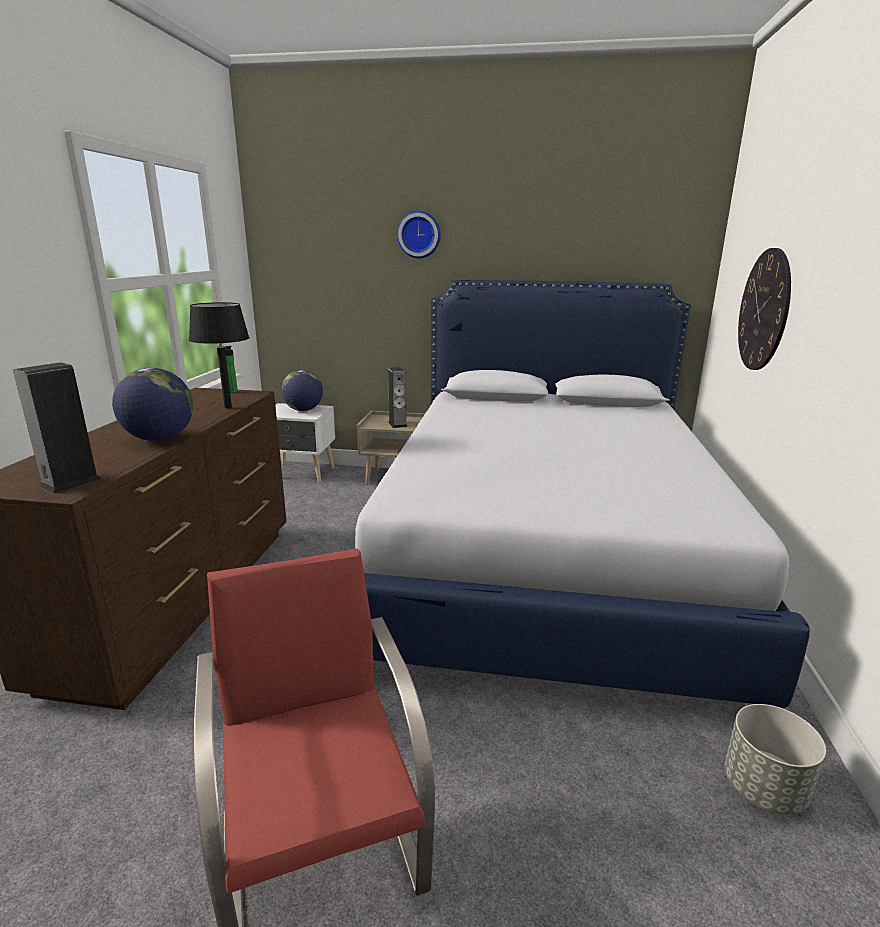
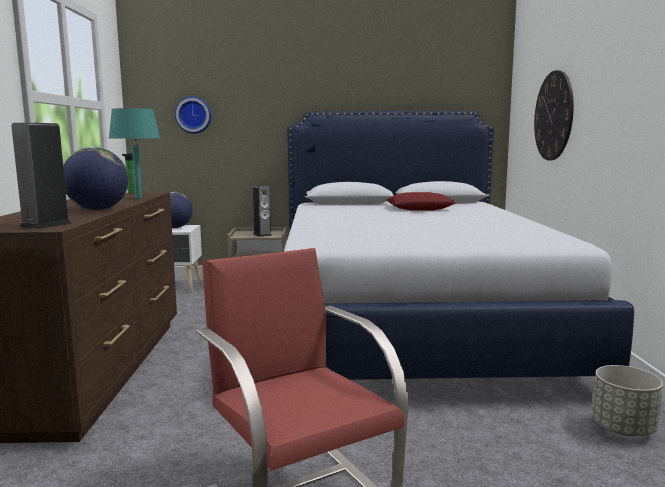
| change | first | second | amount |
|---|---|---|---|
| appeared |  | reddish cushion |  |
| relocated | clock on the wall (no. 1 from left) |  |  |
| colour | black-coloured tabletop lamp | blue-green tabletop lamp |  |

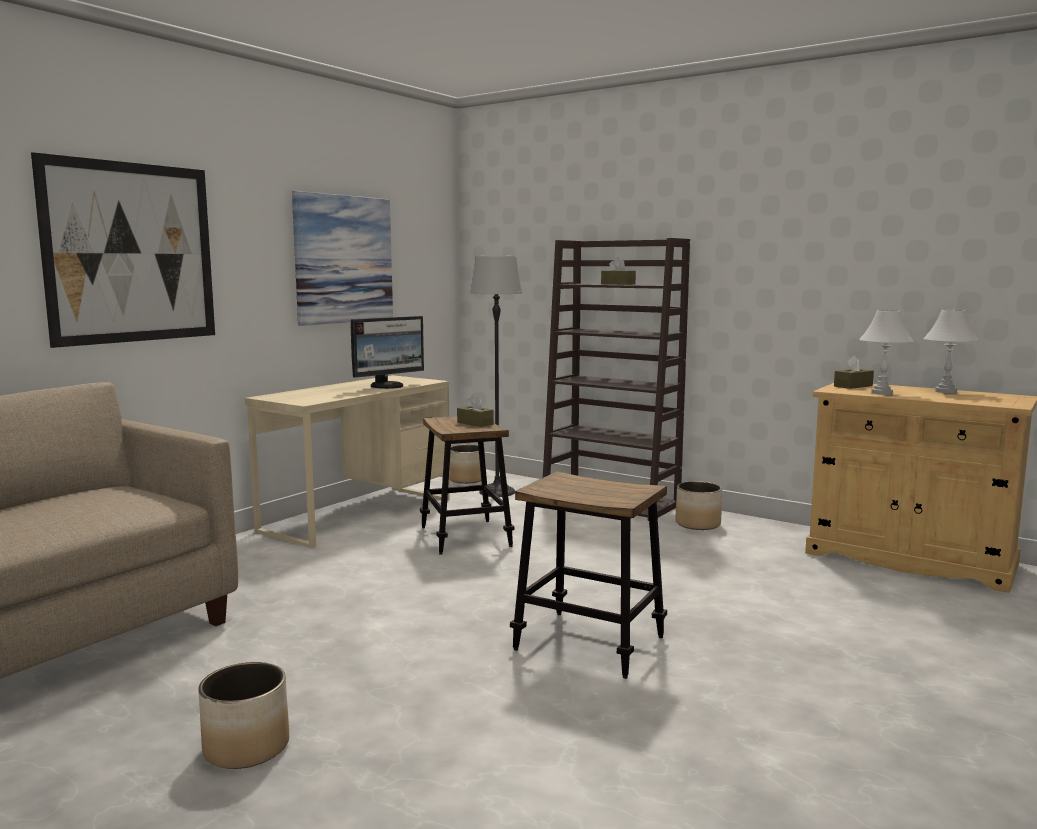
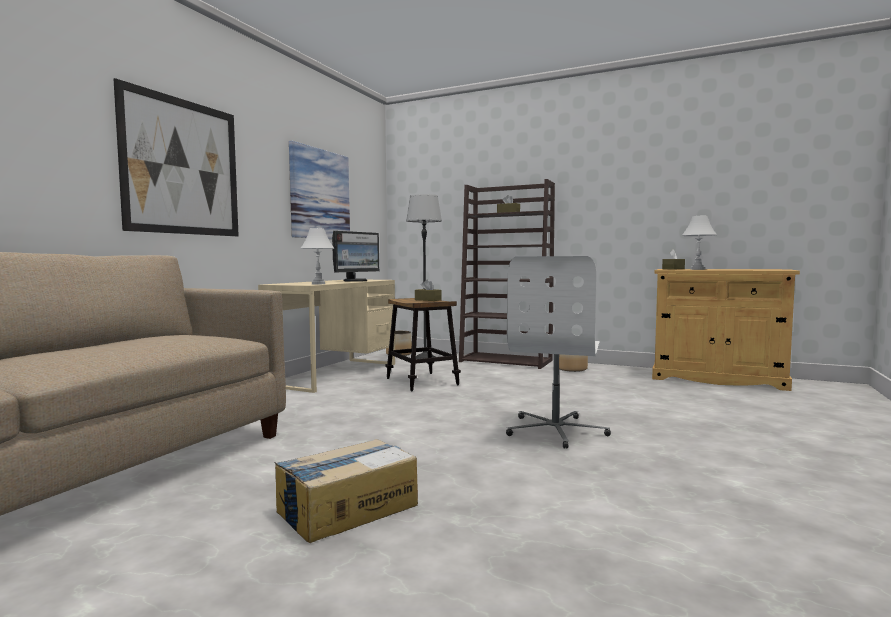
| change | first | second | amount |
|---|---|---|---|
| relocated | whitish tabletop lamp (no. 2 from left in the first image) | whitish tabletop lamp (no. 1 from left) |  |
| exchanged | flower pot (no. 1 from left) | packing box |  |
| exchanged | stool seat (no. 2 from left) | whitish computer chair |  |

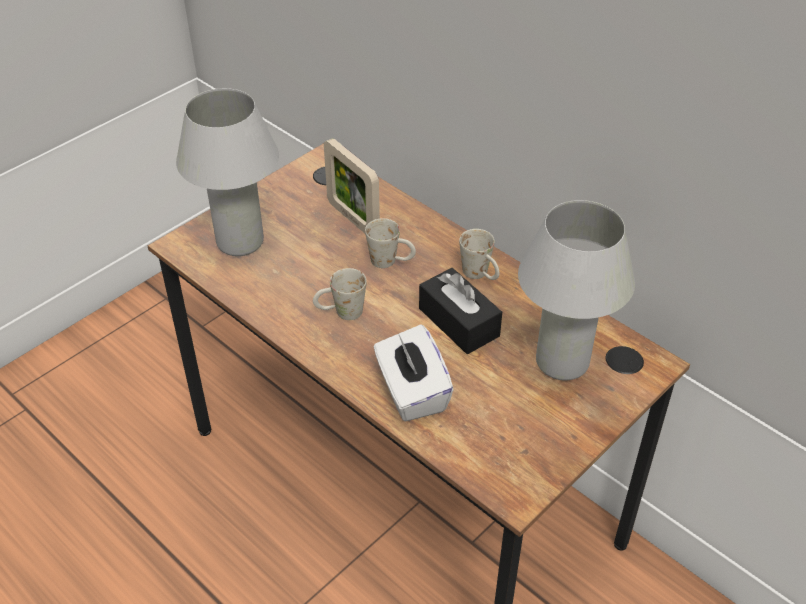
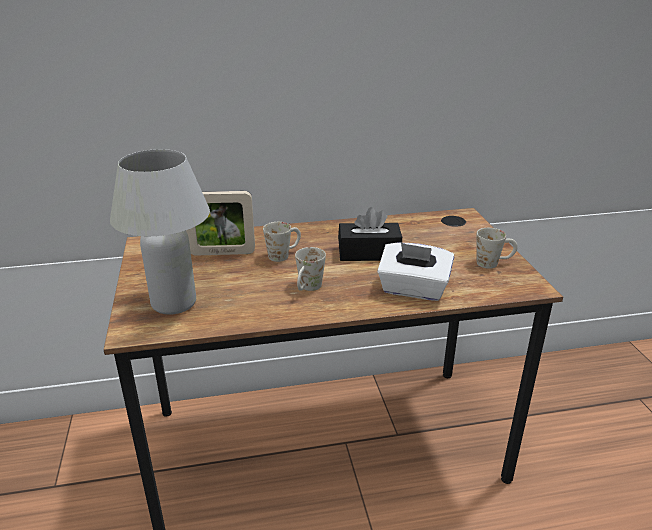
| change | first | second | amount |
|---|---|---|---|
| missing | whitish tabletop lamp (no. 2 from left) |  |  |
| relocated | whitish mug (no. 3 from left) |  |  |

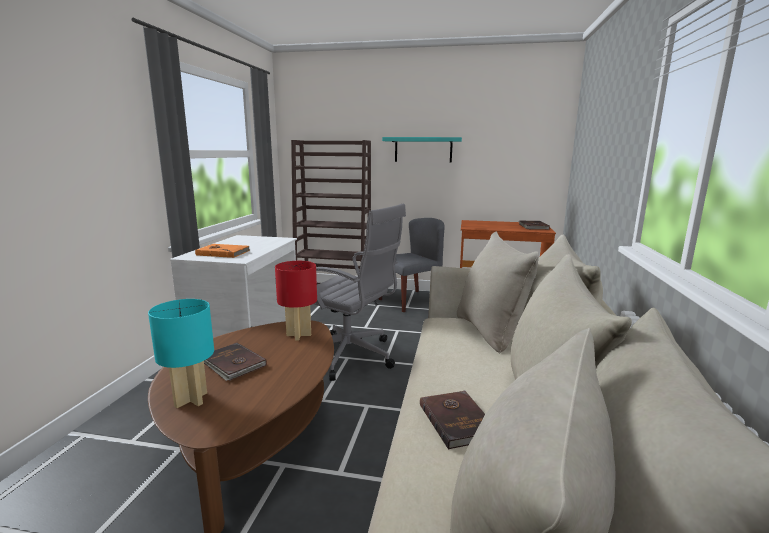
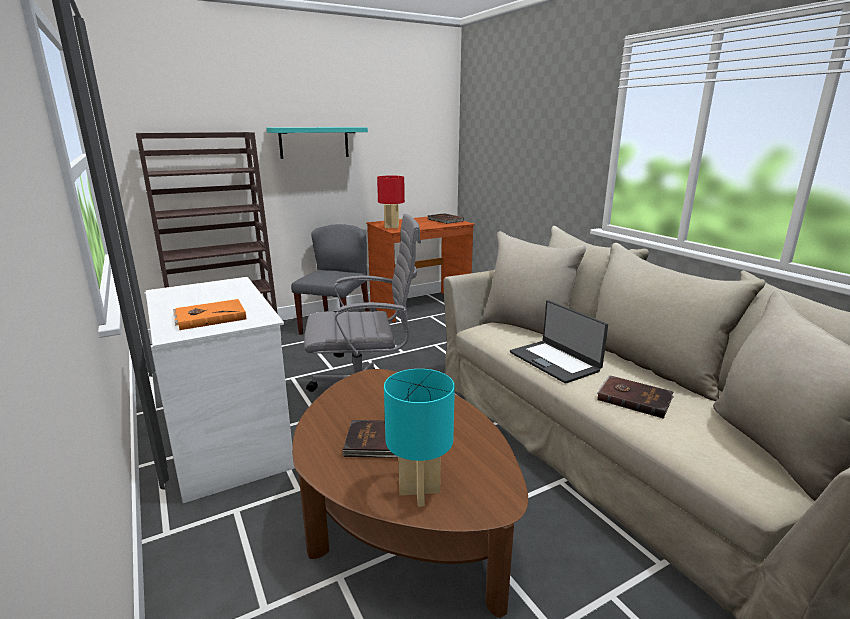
| change | first | second | amount |
|---|---|---|---|
| appeared |  | portable computer |  |
| relocated | reddish tabletop lamp |  |  |

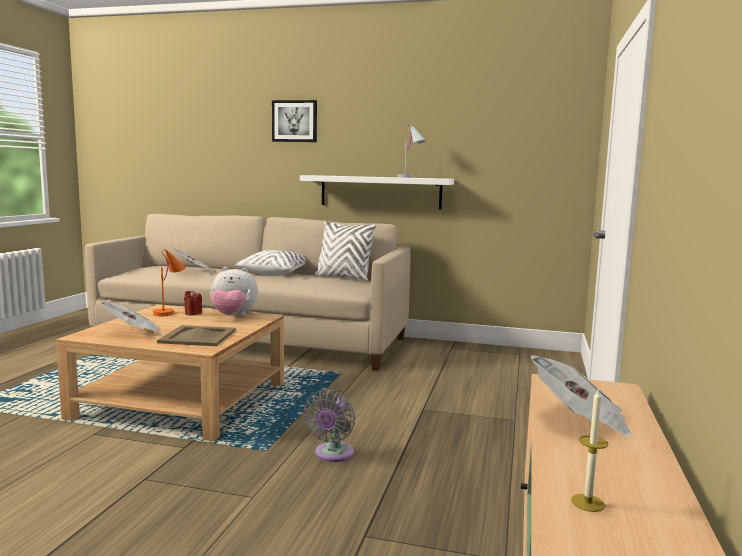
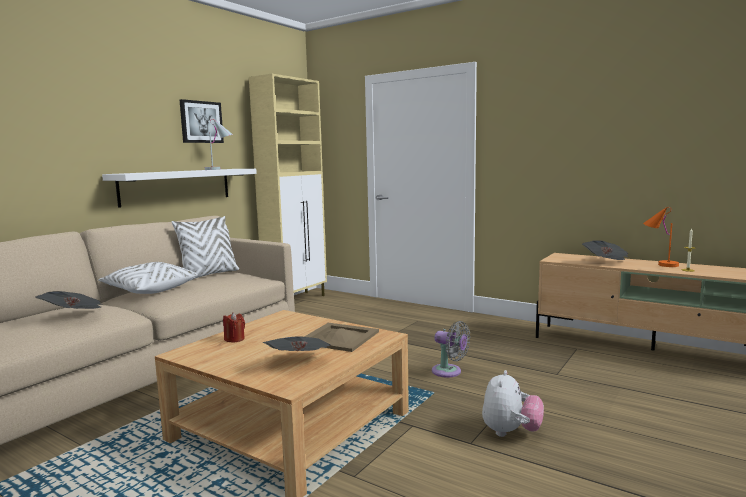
| change | first | second | amount |
|---|---|---|---|
| appeared |  | sand-coloured storage cabinet |  |
| relocated | orange tabletop lamp |  |  |
| relocated | soft toy |  |  |
| relocated | wall picture |  |  |

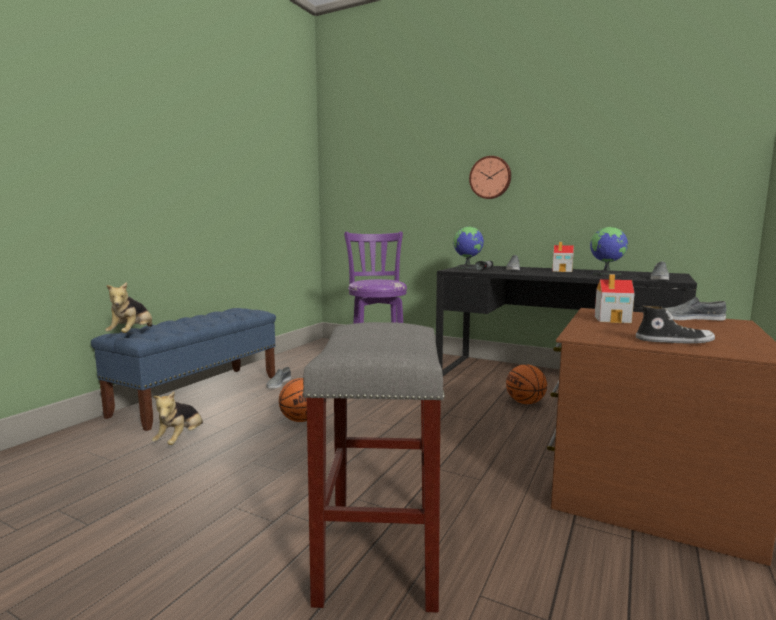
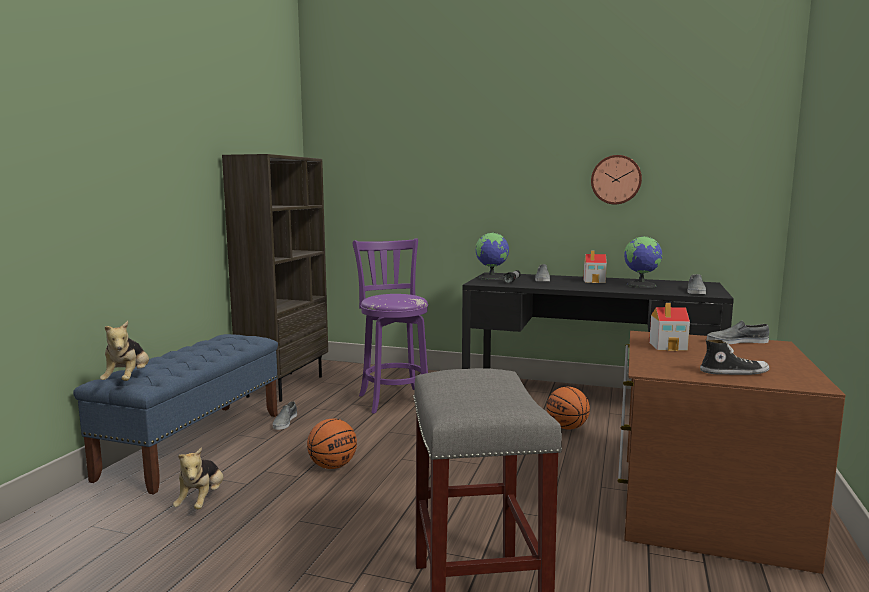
| change | first | second | amount |
|---|---|---|---|
| appeared |  | brownish shelving unit |  |
| relocated | clock on the wall |  |  |

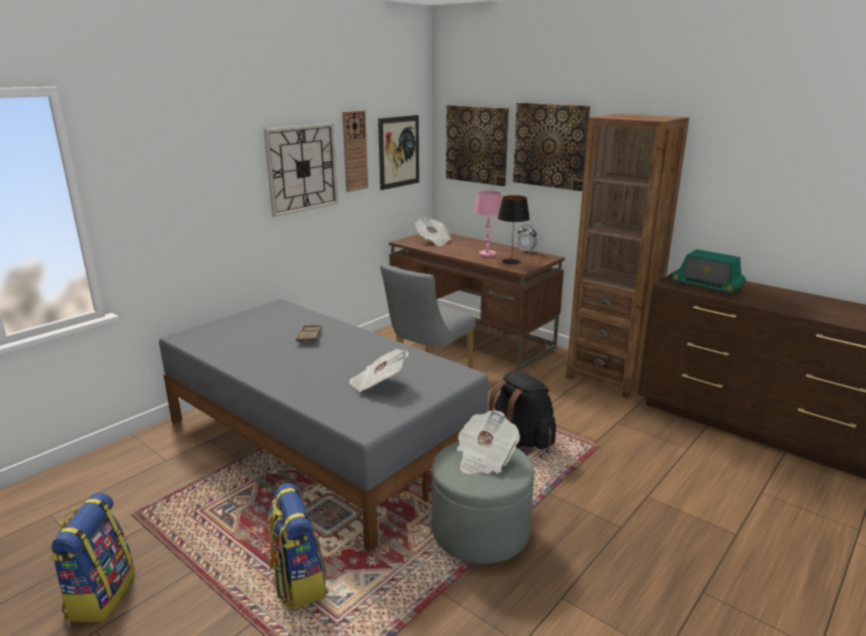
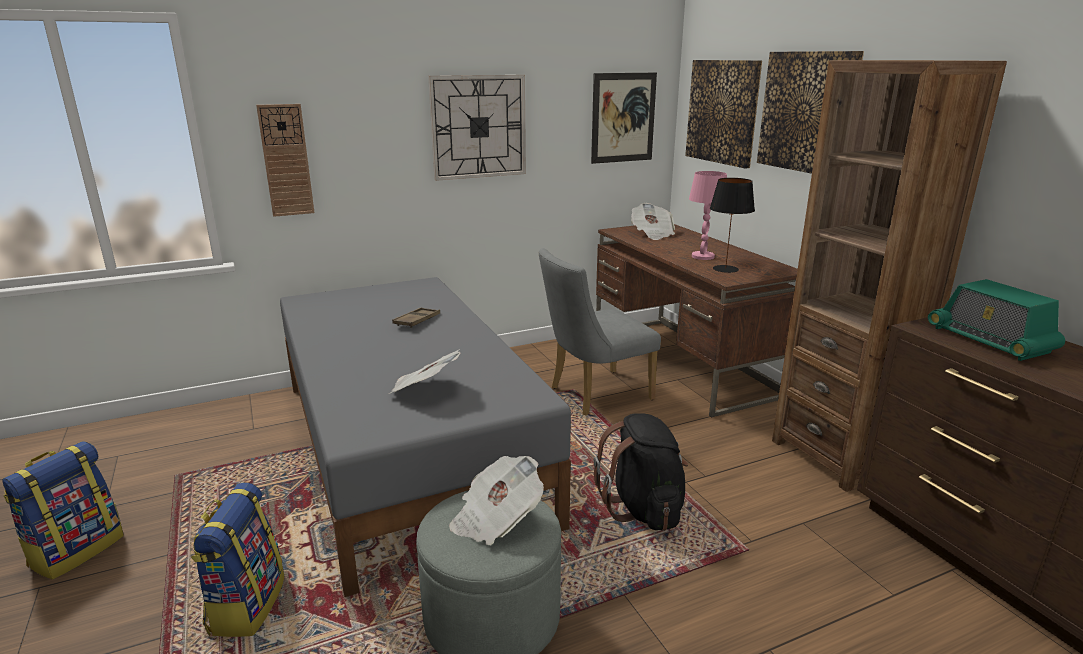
| change | first | second | amount |
|---|---|---|---|
| missing | alarm clock |  |  |
| relocated | clock on the wall (no. 2 from left in the first image) | clock on the wall (no. 1 from left) |  |

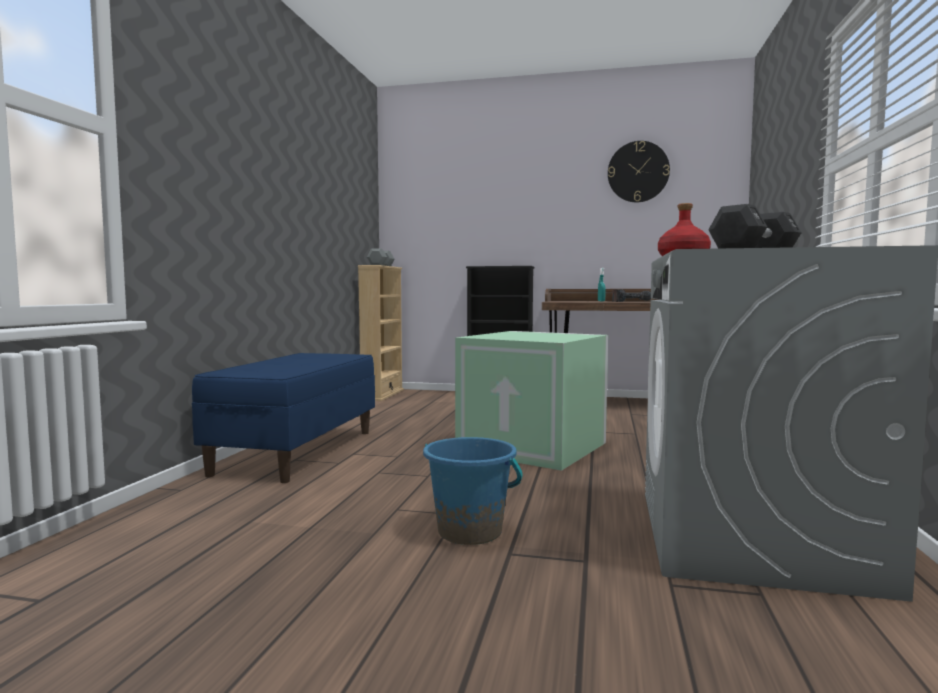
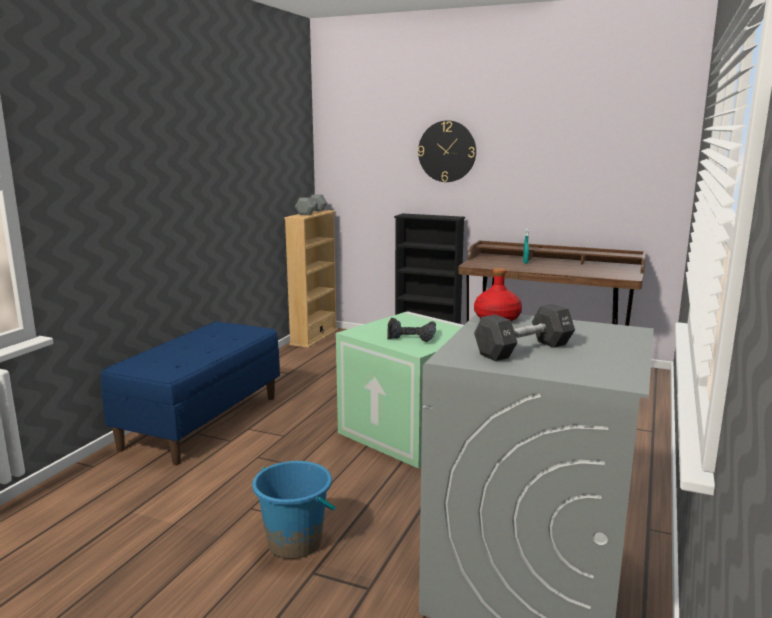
| change | first | second | amount |
|---|---|---|---|
| relocated | clock on the wall |  |  |
| relocated | drill |  |  |

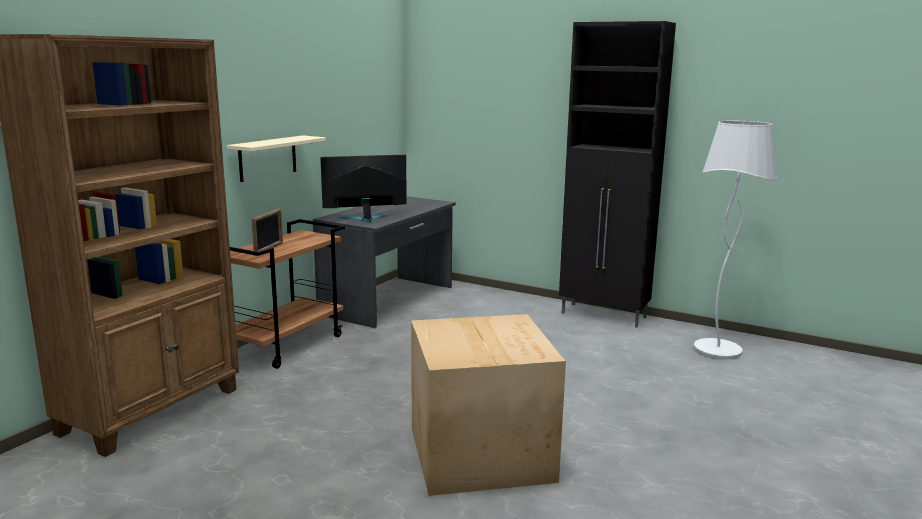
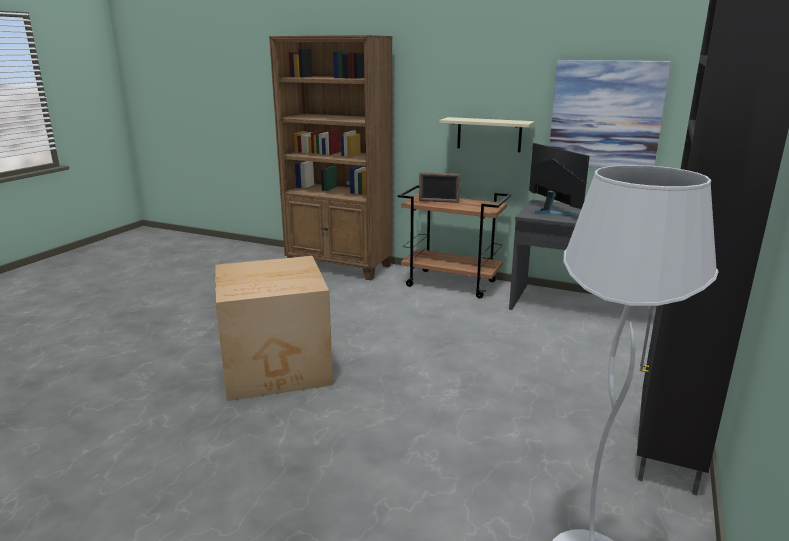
| change | first | second | amount |
|---|---|---|---|
| appeared |  | wall picture |  |

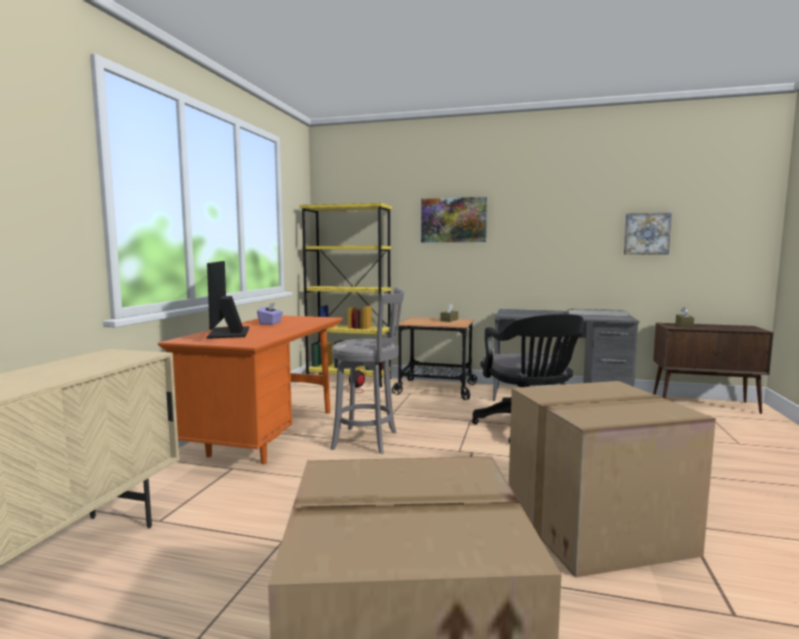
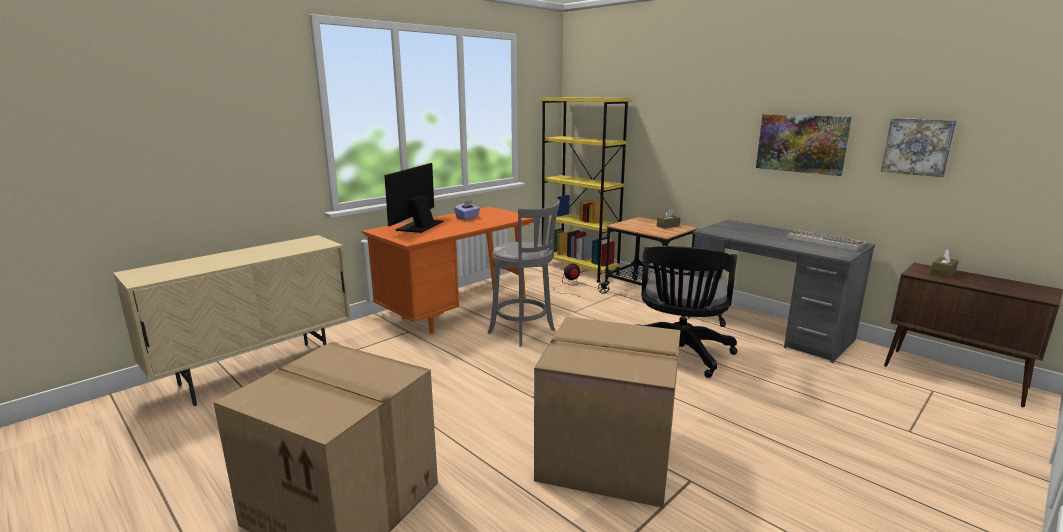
| change | first | second | amount |
|---|---|---|---|
| relocated | wall picture (no. 1 from left) |  |  |

